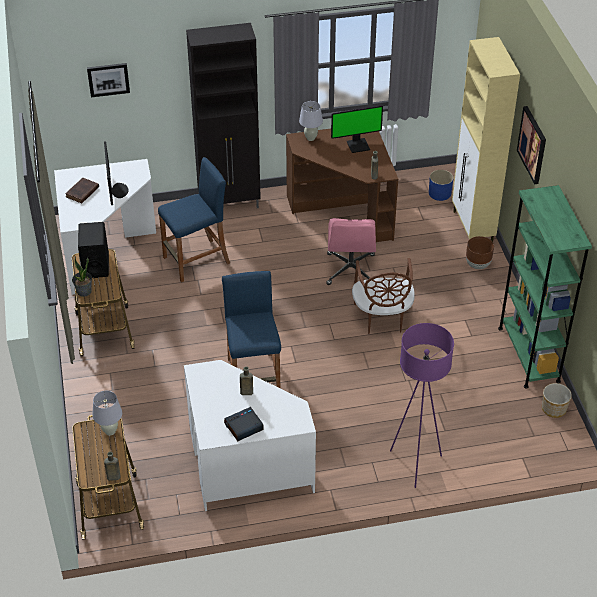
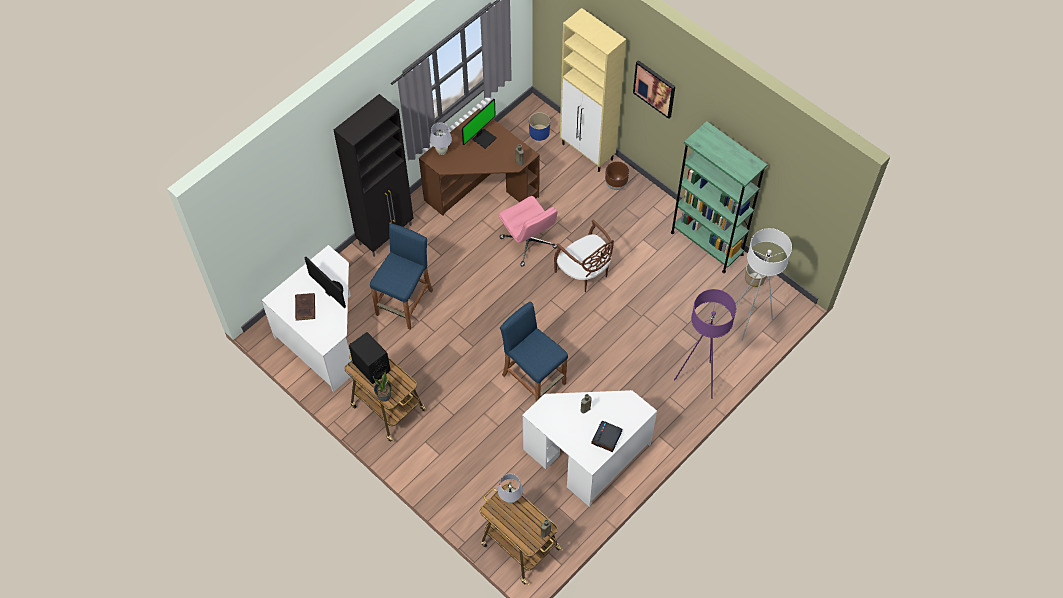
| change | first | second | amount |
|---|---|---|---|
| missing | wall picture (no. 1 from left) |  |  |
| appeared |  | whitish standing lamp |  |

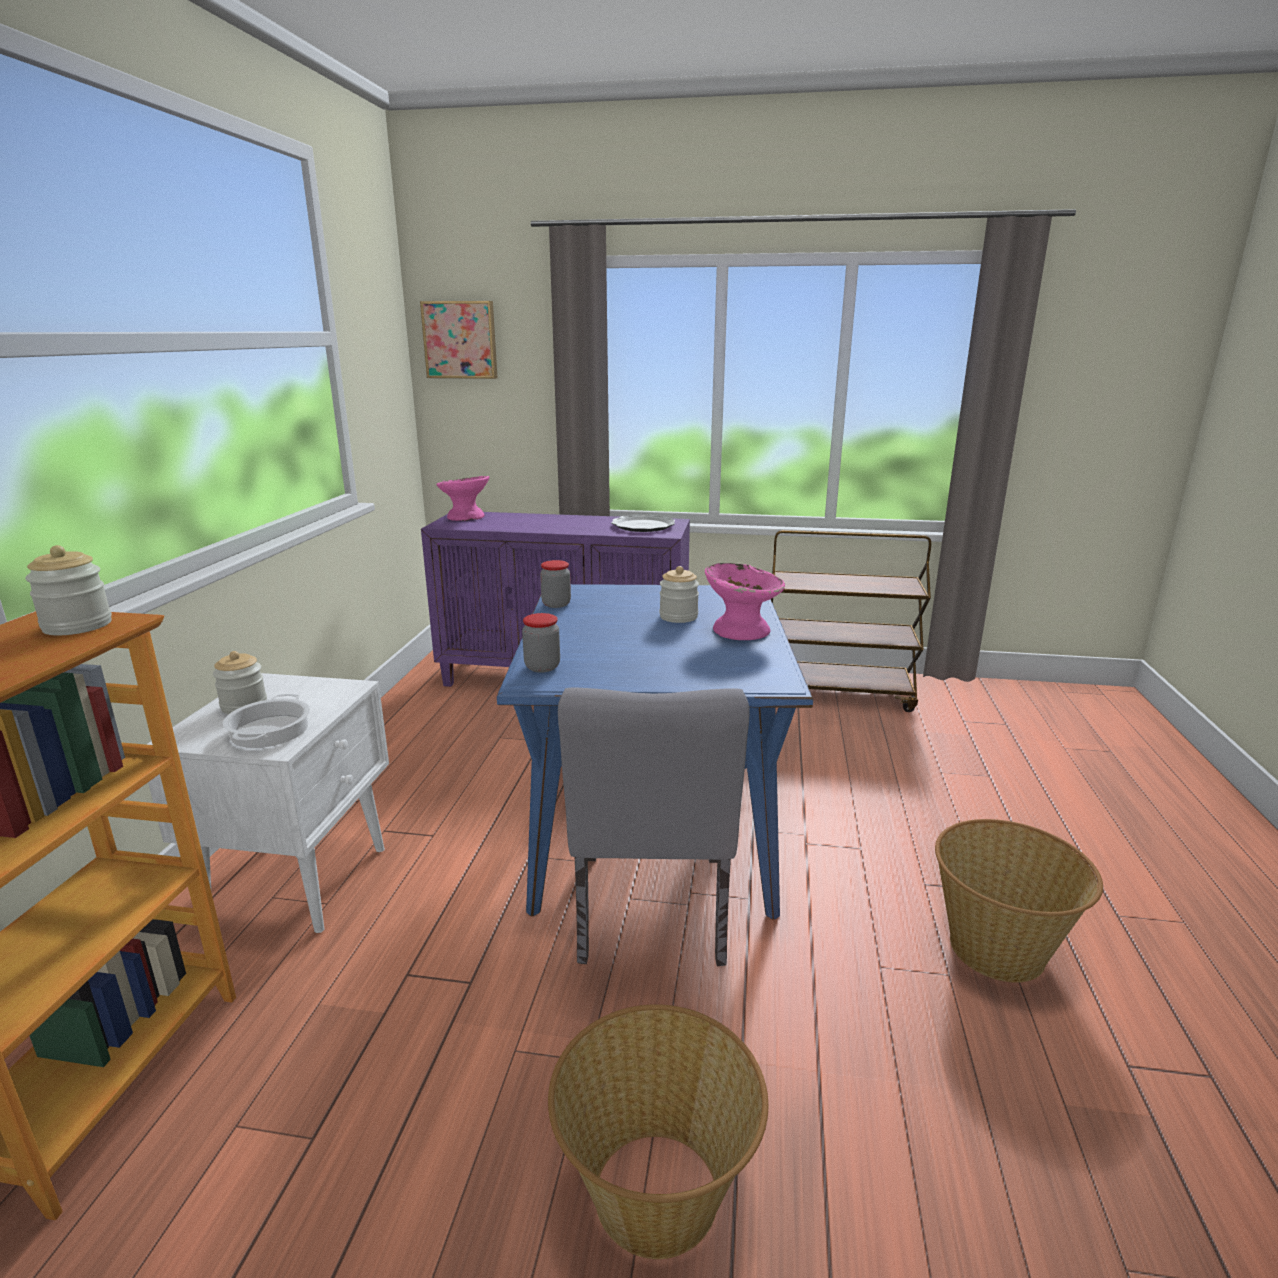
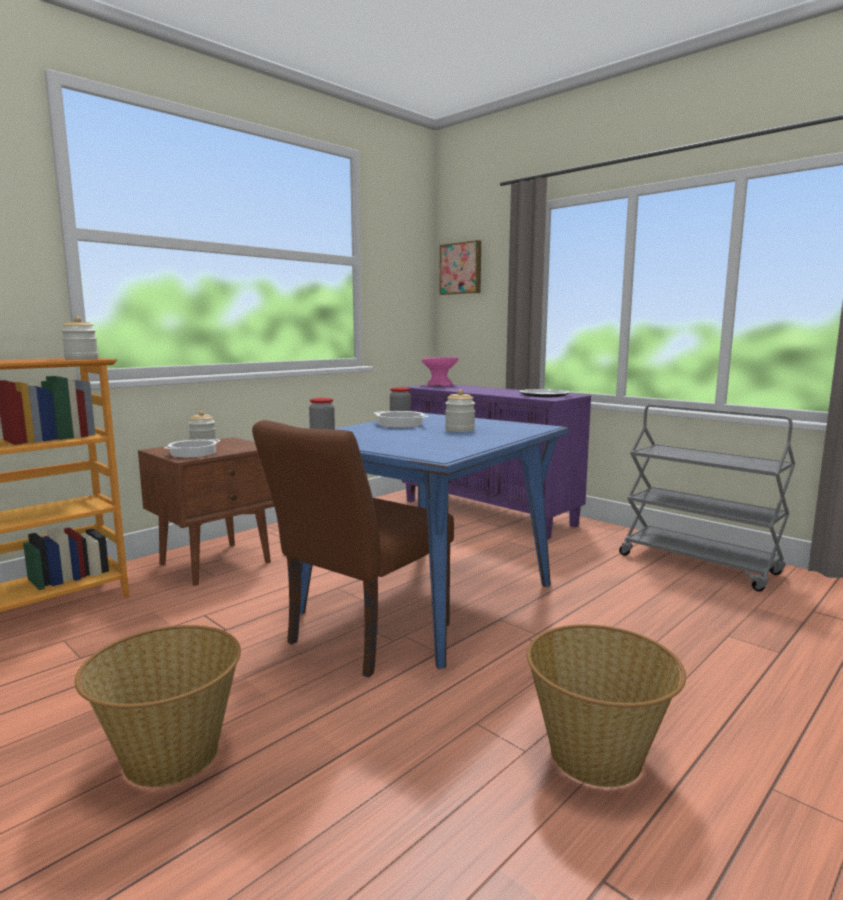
| change | first | second | amount |
|---|---|---|---|
| missing | pinkish deep dish (no. 2 from left) |  |  |
| appeared |  | cooking pot (no. 2 from left) |  |
| colour | whitish nightstand | brownish nightstand |  |
| colour | greyish upright chair | brownish upright chair |  |
| colour | brownish wheeled cart | greyish wheeled cart |  |

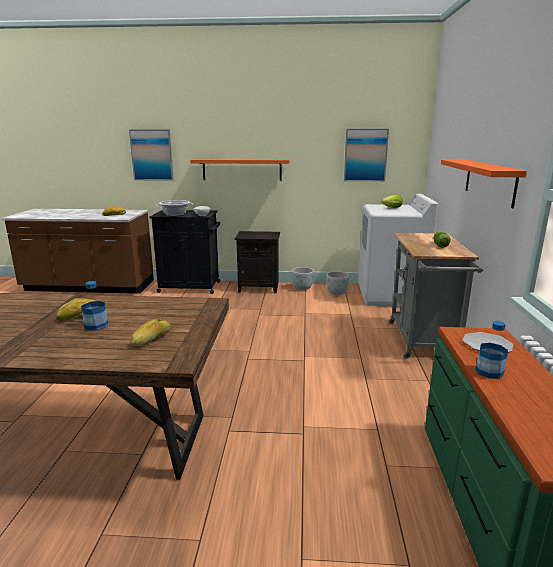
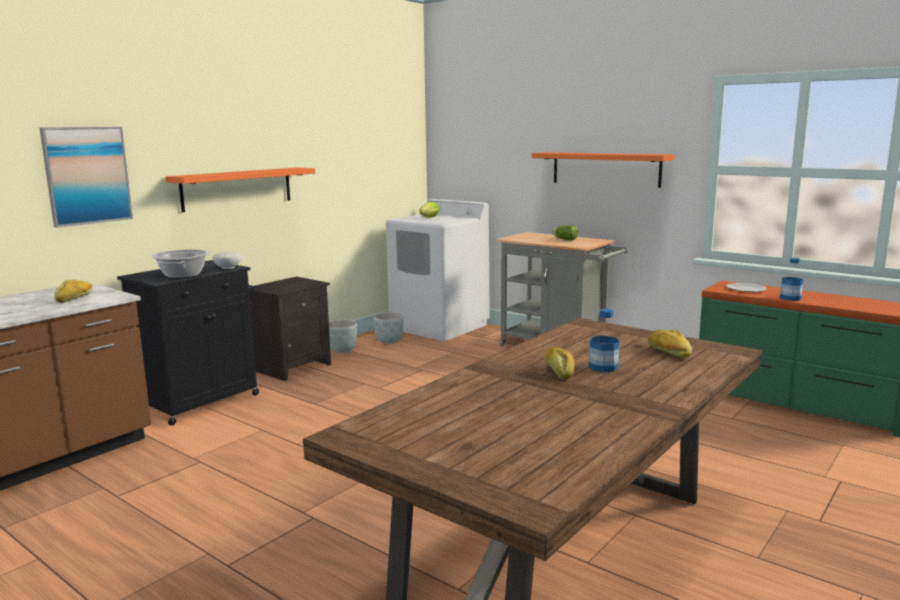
| change | first | second | amount |
|---|---|---|---|
| missing | wall picture (no. 2 from left) |  |  |

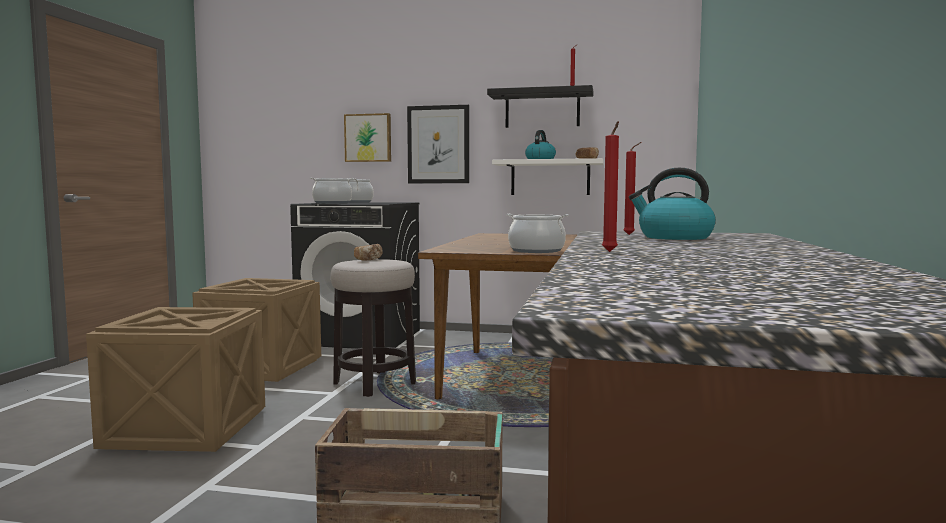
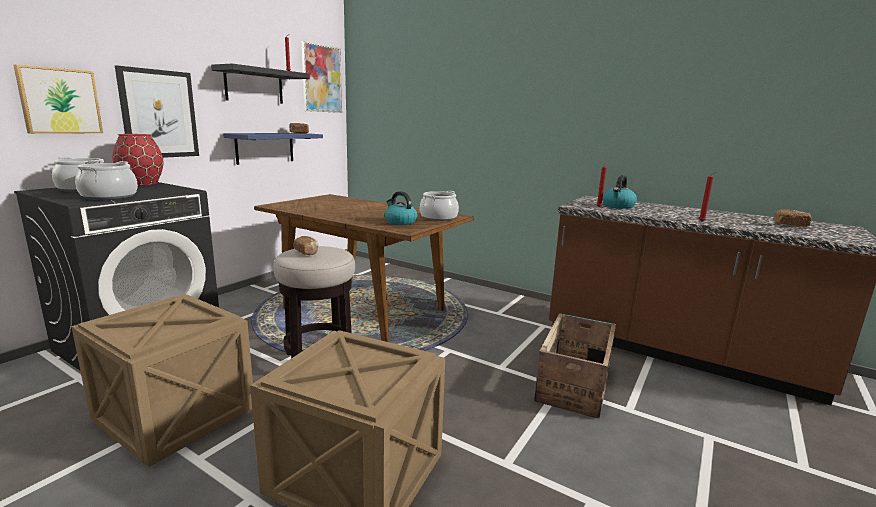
| change | first | second | amount |
|---|---|---|---|
| appeared |  | reddish vase |  |
| appeared |  | wall picture (no. 3 from left) |  |
| appeared |  | bread (no. 3 from left) |  |
| relocated | tea kettle (no. 1 from left) |  |  |
| colour | whitish bracket shelf | blue bracket shelf |  |

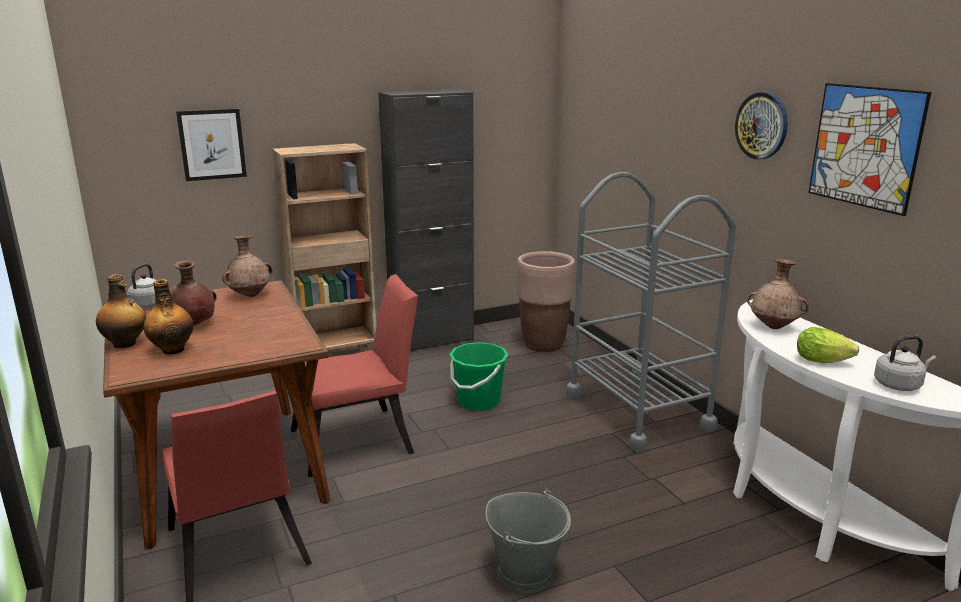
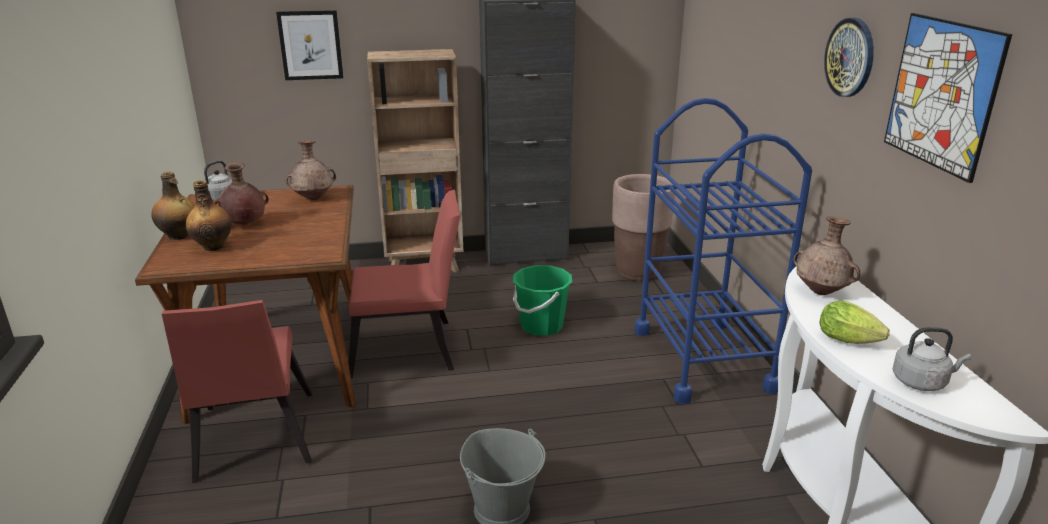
| change | first | second | amount |
|---|---|---|---|
| colour | greyish wheeled cart | blue wheeled cart |  |

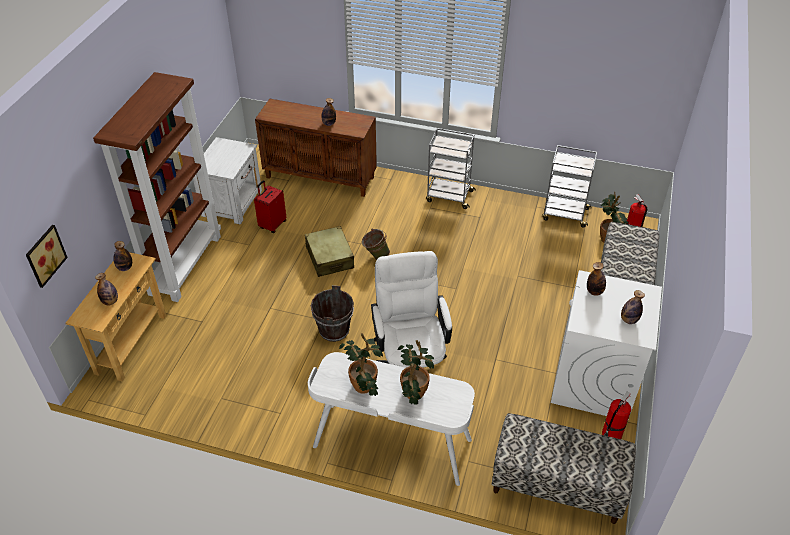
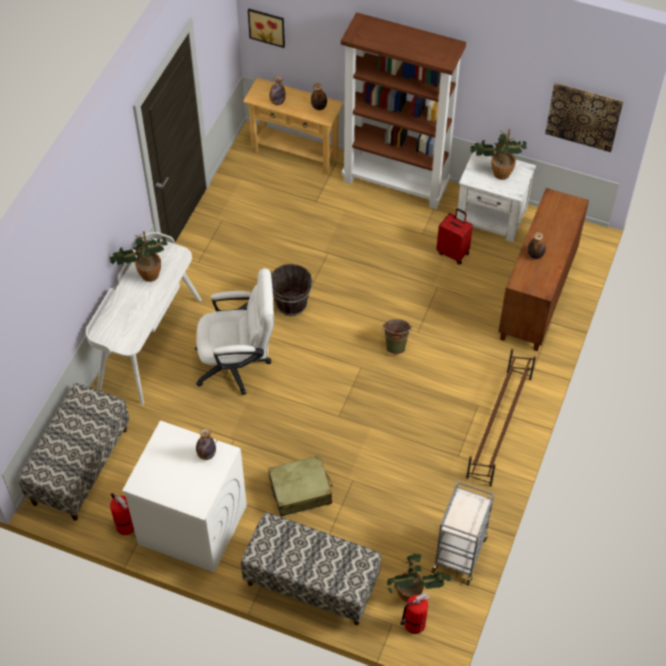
| change | first | second | amount |
|---|---|---|---|
| missing | beverage bottle (no. 5 from left) |  |  |
| appeared |  | wall picture (no. 2 from left) |  |
| relocated | sand-coloured piece of luggage |  |  |
| relocated | potted plant (no. 2 from left in the first image) | potted plant (no. 3 from left) |  |
| exchanged | greyish wheeled cart (no. 1 from left) | brownish shoe rack |  |

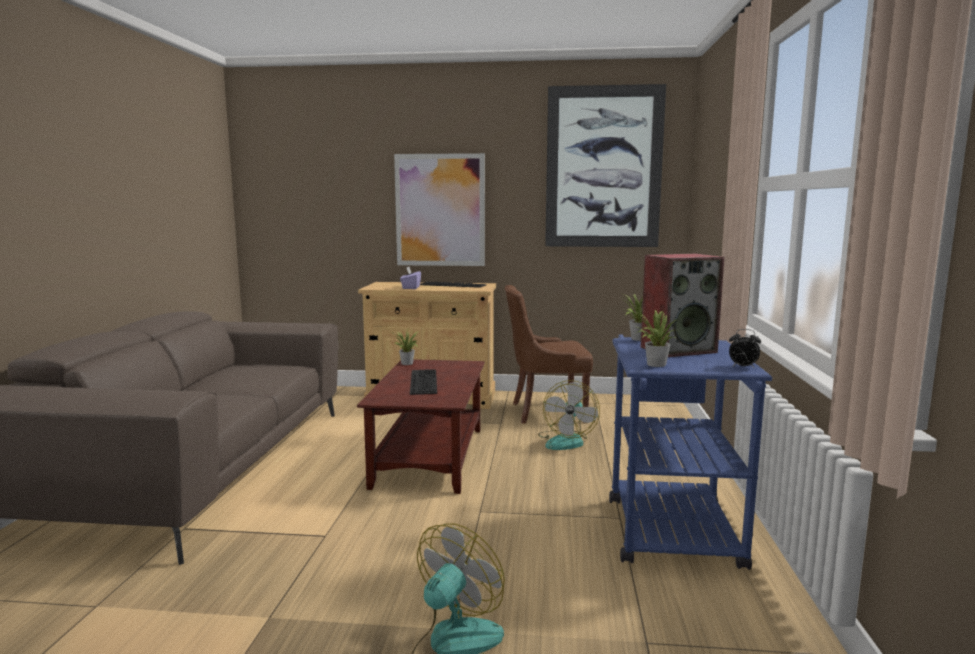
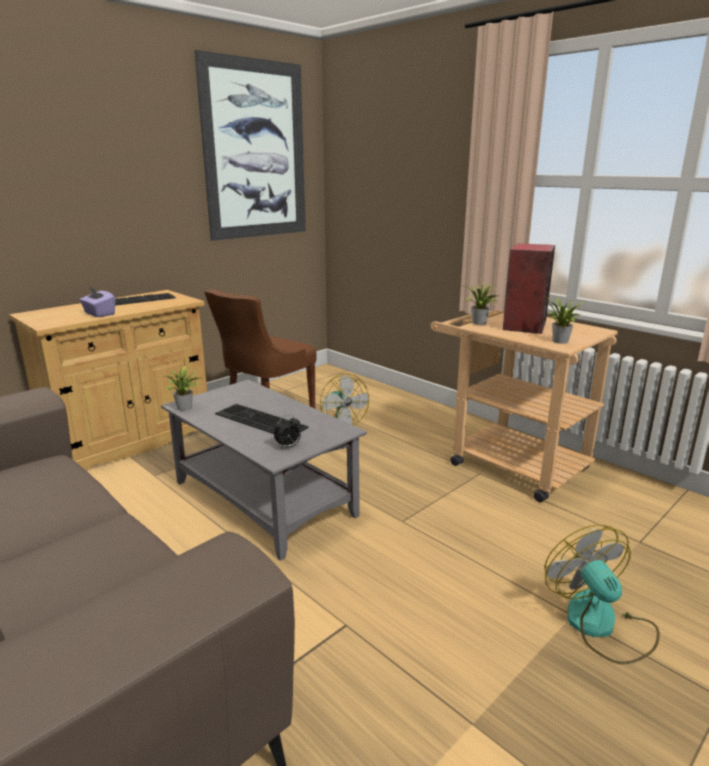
| change | first | second | amount |
|---|---|---|---|
| missing | wall picture (no. 1 from left) |  |  |
| relocated | alarm clock |  |  |
| colour | brownish lounge table | greyish lounge table |  |
| colour | blue wheeled cart | sand-coloured wheeled cart |  |

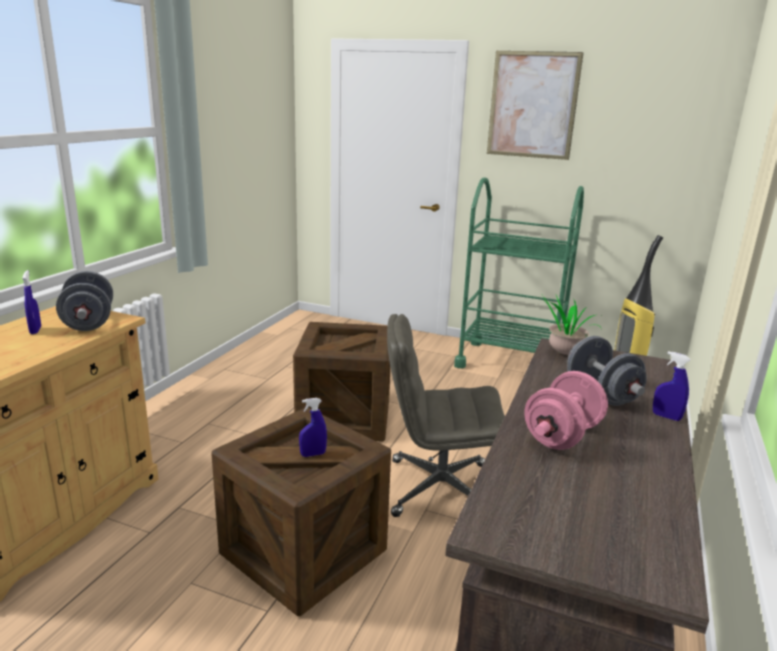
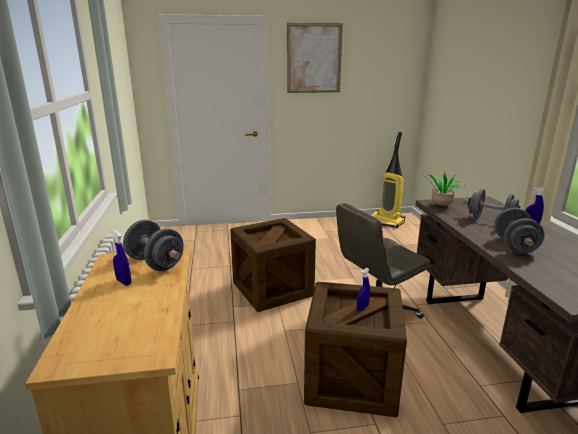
| change | first | second | amount |
|---|---|---|---|
| missing | green-coloured wheeled cart |  |  |
| colour | pinkish free weight | greyish free weight (no. 3 from left) |  |

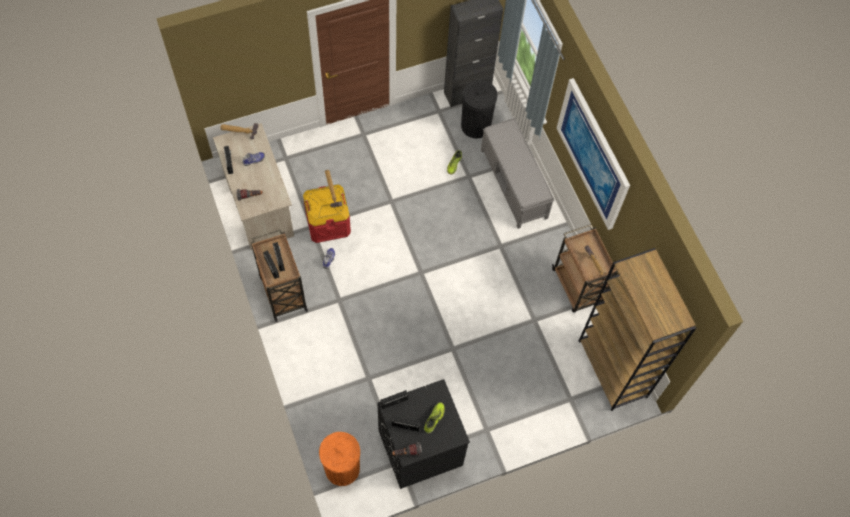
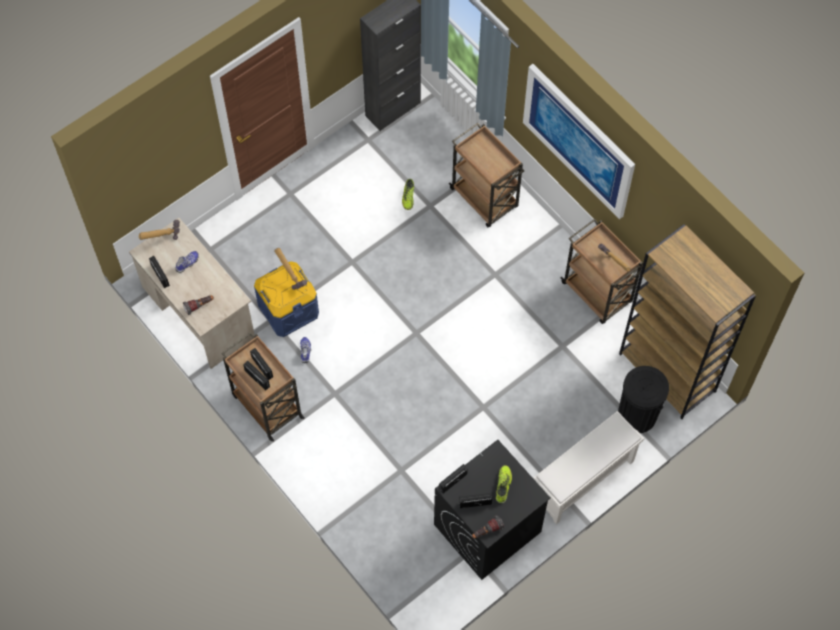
| change | first | second | amount |
|---|---|---|---|
| missing | orange trash can |  |  |
| appeared |  | whitish shoe rack |  |
| relocated | black-coloured trash can |  |  |
| exchanged | greyish long seat | brownish wheeled cart (no. 2 from left) |  |
| colour | reddish storage box | blue storage box |  |

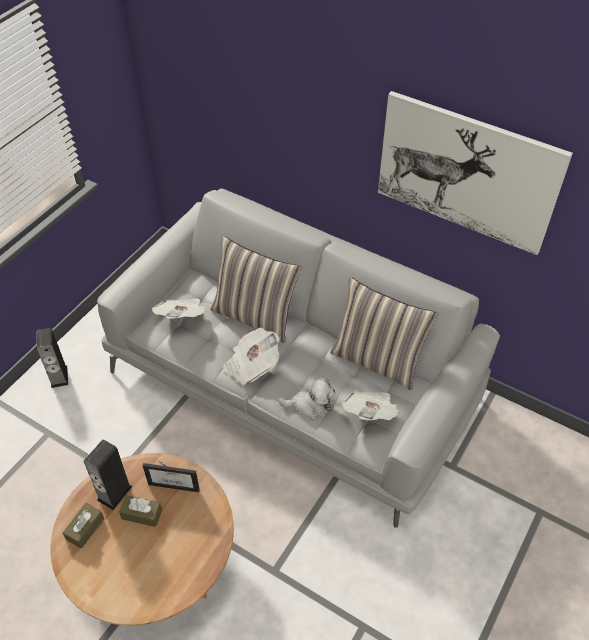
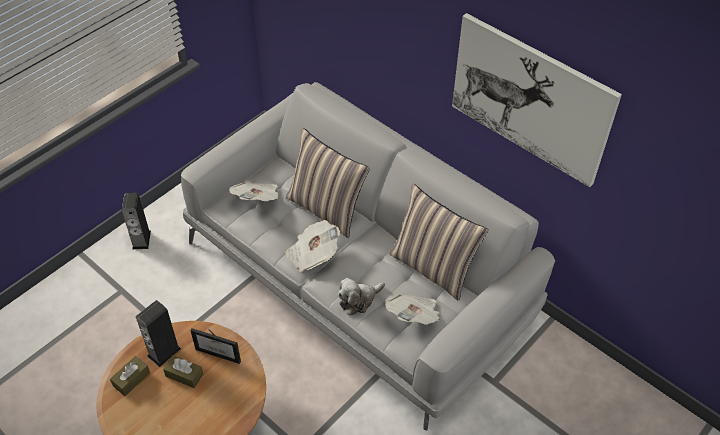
| change | first | second | amount |
|---|---|---|---|
| spun | soft toy |  | 135 degrees clockwise |

